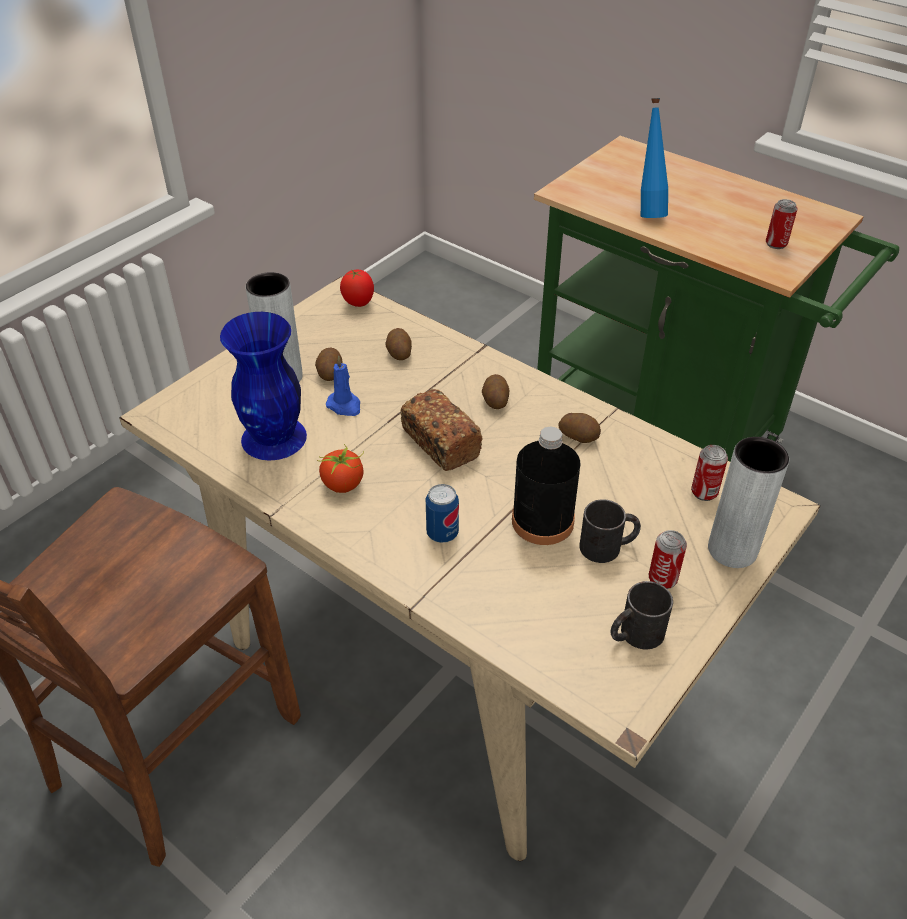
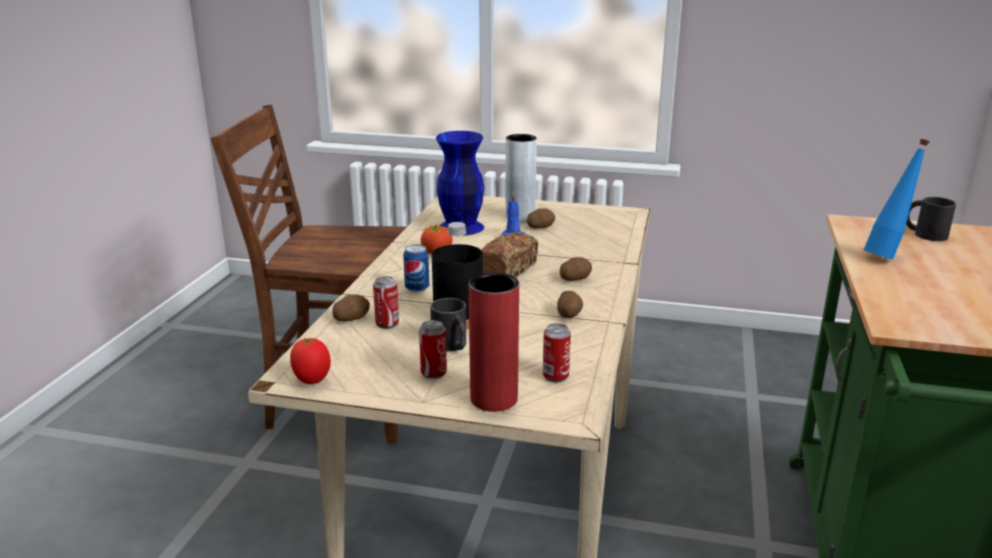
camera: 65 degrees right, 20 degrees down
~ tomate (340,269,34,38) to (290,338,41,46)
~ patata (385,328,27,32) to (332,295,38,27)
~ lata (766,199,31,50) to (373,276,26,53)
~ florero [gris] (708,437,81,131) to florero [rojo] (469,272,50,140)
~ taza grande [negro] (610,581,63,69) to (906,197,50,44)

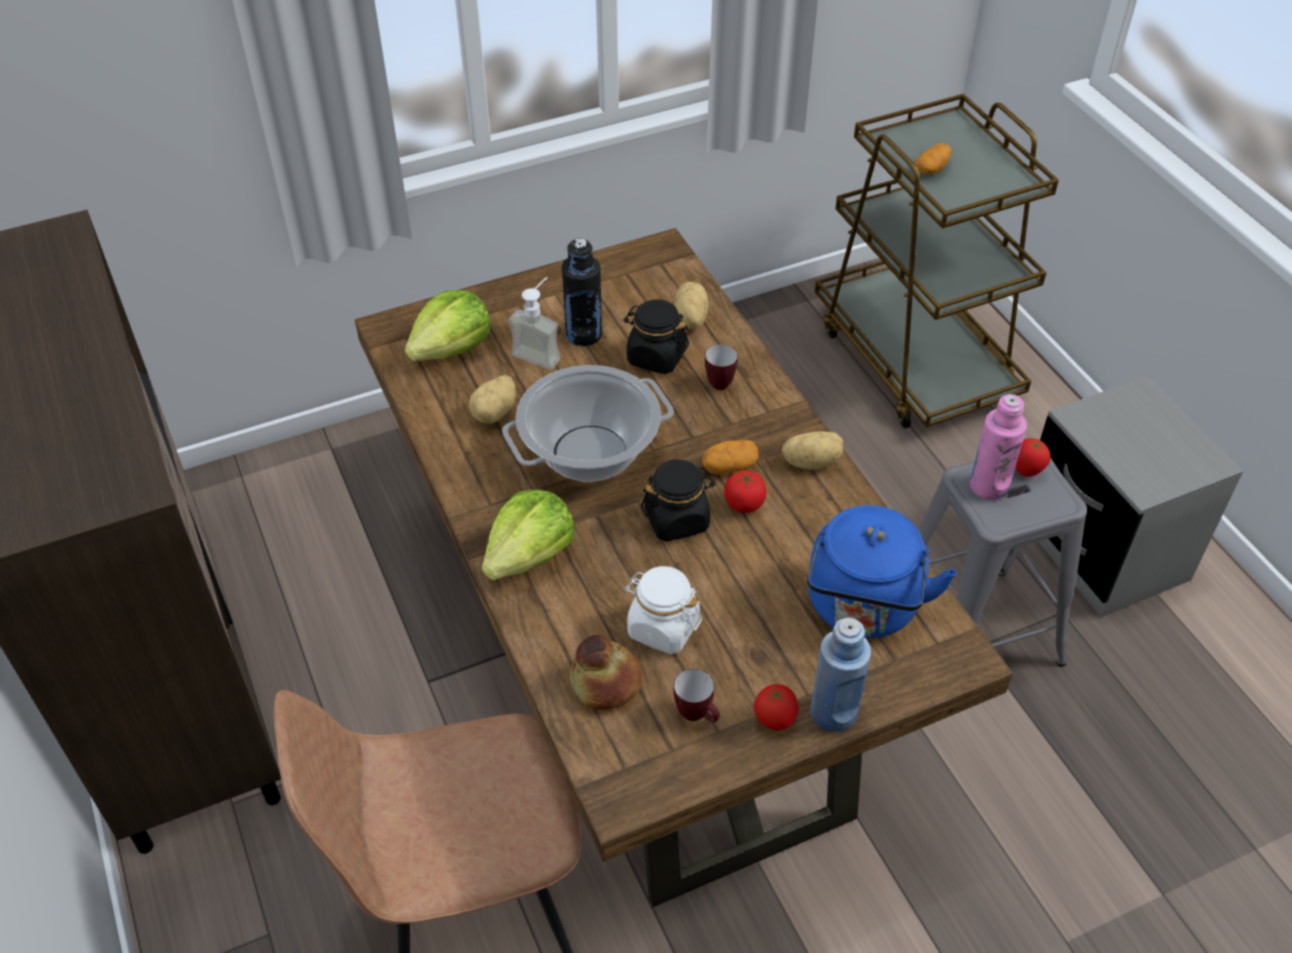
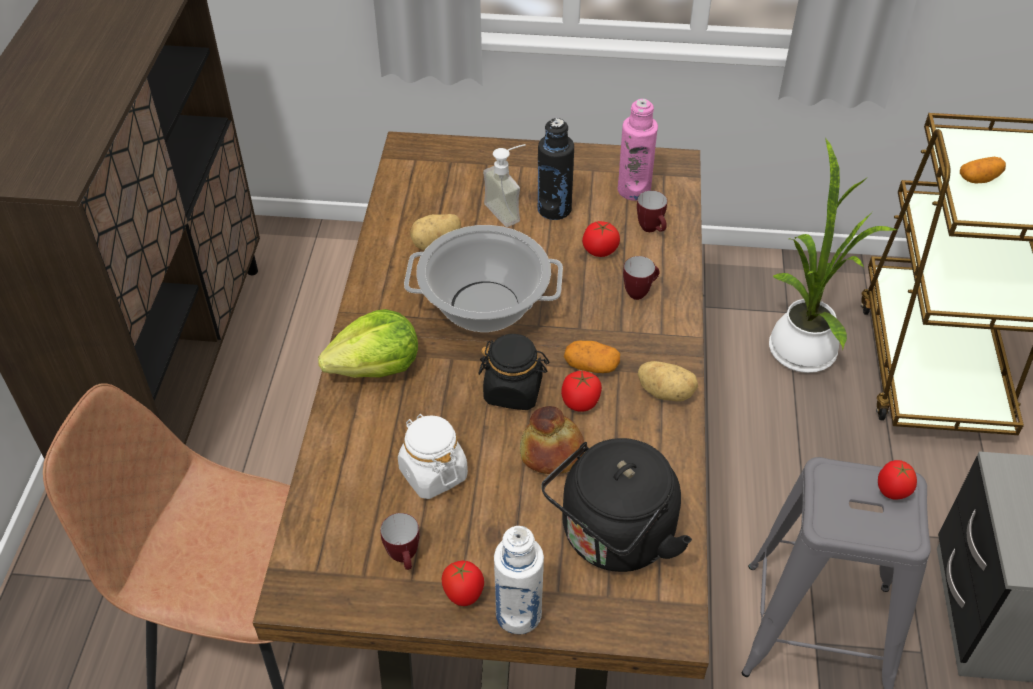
camera: 30 degrees right, 0 degrees up
~ botella [azul] (810,618,61,114) to botella [blanco] (494,526,50,108)
~ pan (570,635,72,75) to (520,406,64,68)
~ hervidor [azul] (807,505,150,133) to hervidor [negro] (541,438,151,134)
~ tarro [negro] (624,299,65,75) to tomate (582,221,38,36)
~ botella [rosa] (970,394,57,106) to (618,99,40,102)
~ patata (674,282,35,47) to taza grande (637,190,30,42)
+ planta en maceta (769,138,128,235)
- lechuga (405,290,86,71)

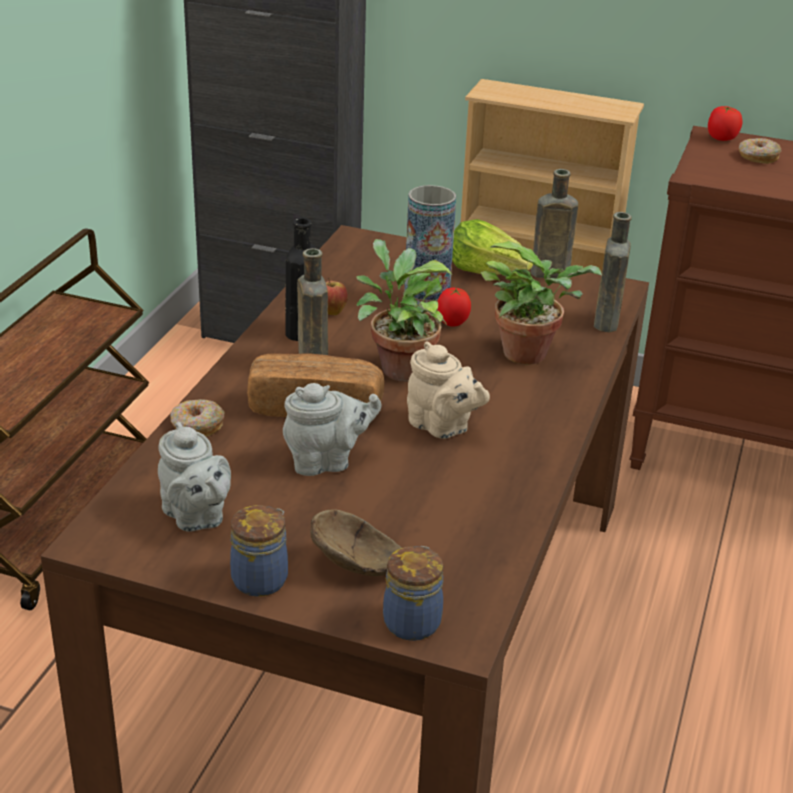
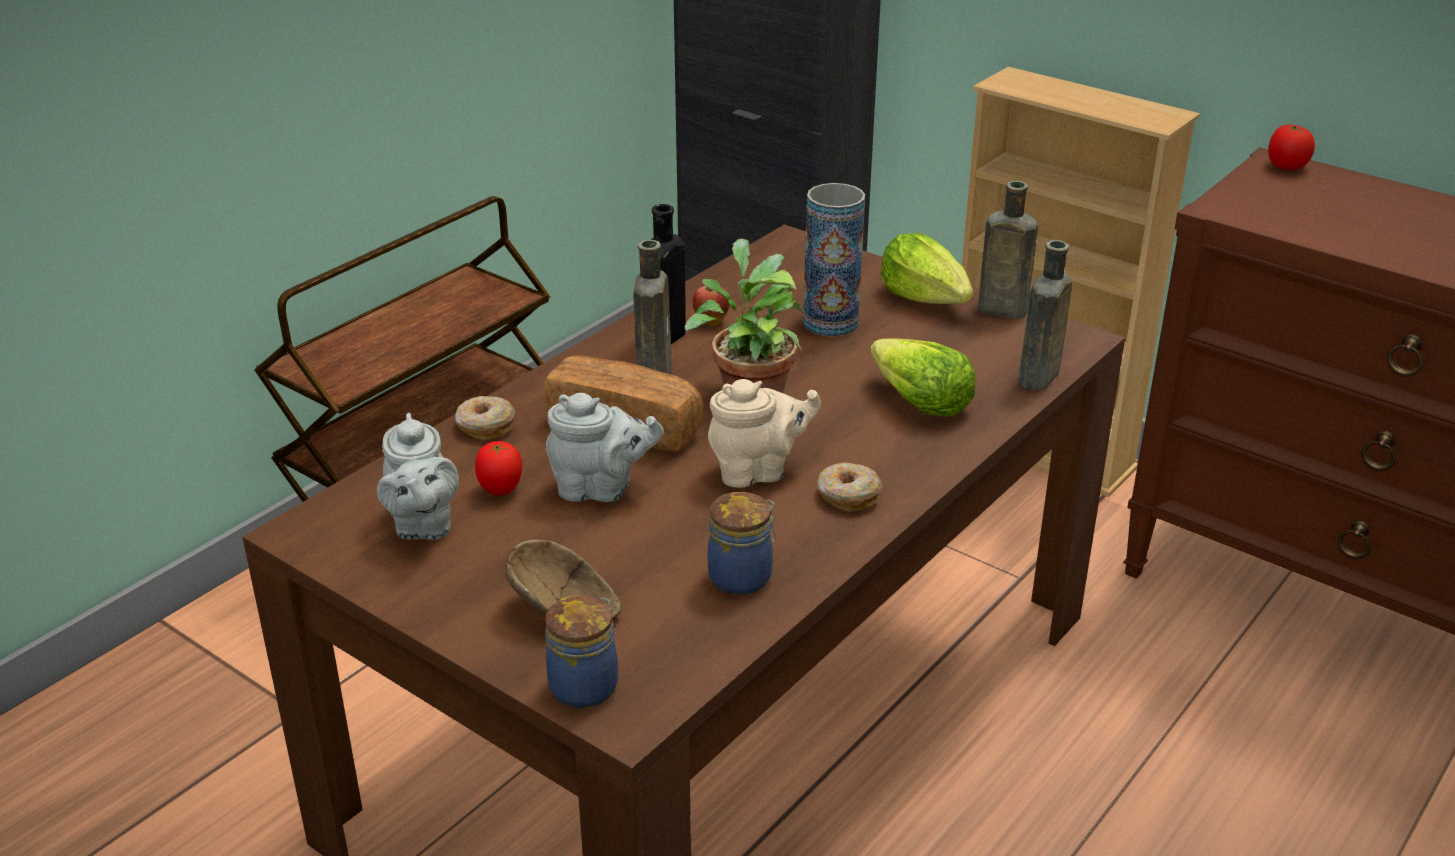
camera: 20 degrees right, 0 degrees up
~ tomate (437,288,34,39) to (475,441,47,54)
~ tetera [beis] (407,341,83,98) = (708,379,113,109) 75 degrees counterclockwise
~ tarro (230,505,58,92) to (708,492,68,103)
~ rosquilla (739,138,43,26) to (817,462,65,50)
~ planta en maceta (481,241,121,124) to lechuga (870,338,106,79)

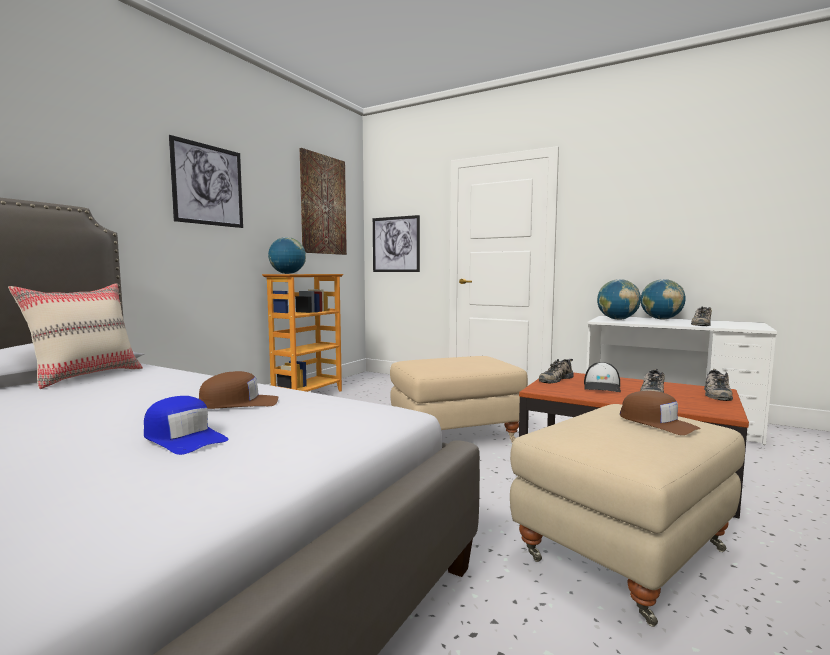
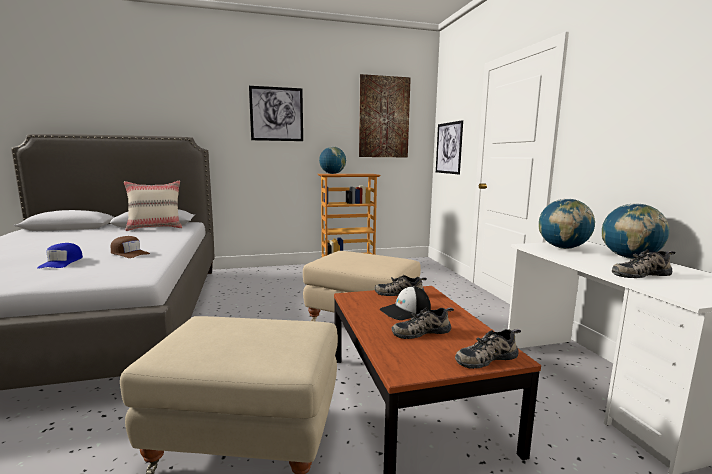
camera: 45 degrees right, 5 degrees up
- gorra [marrón] (620,391,81,44)

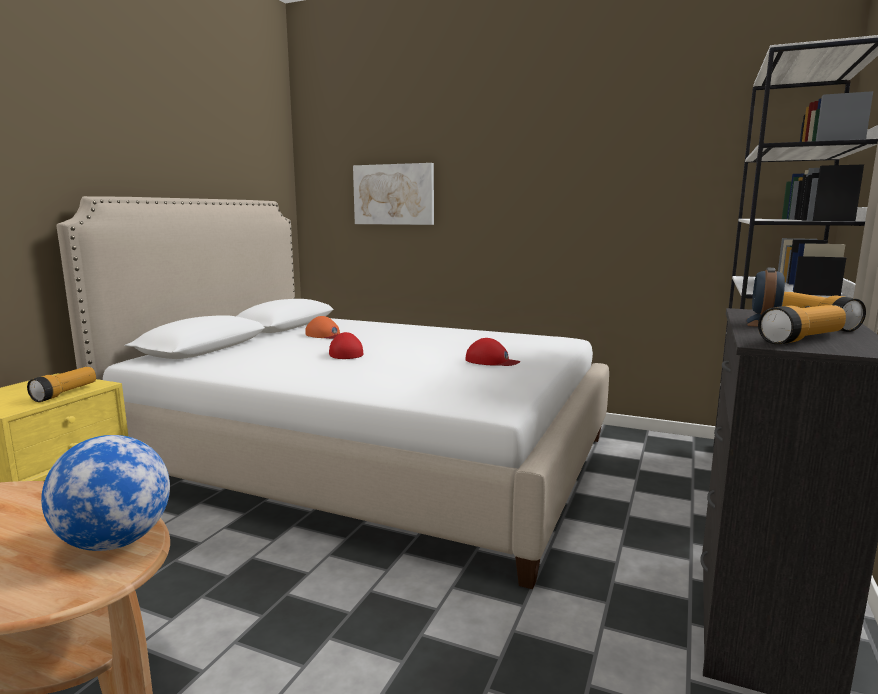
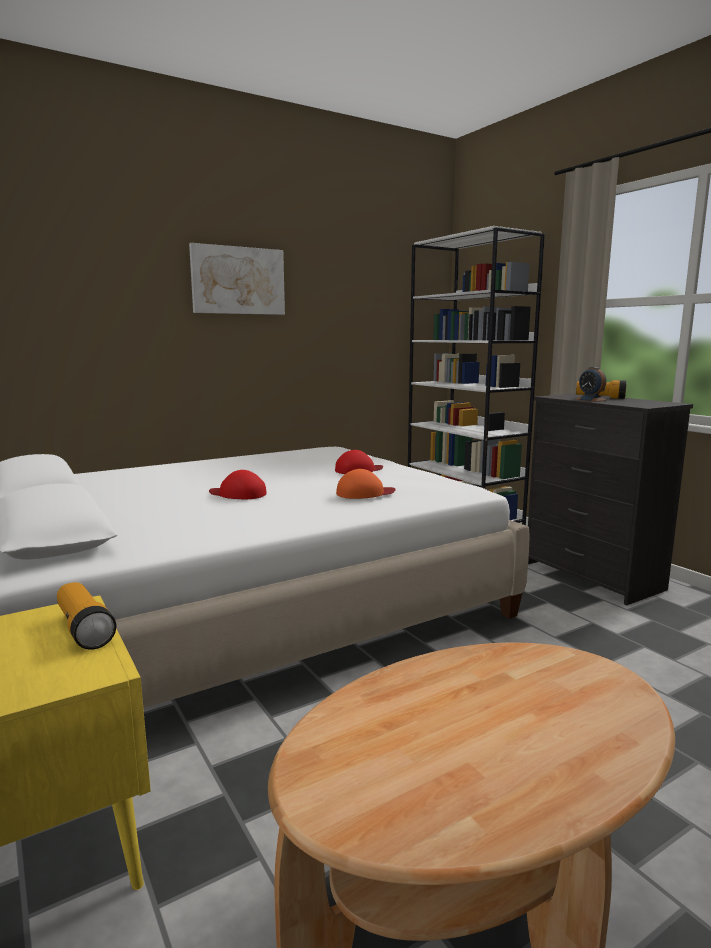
camera: 55 degrees left, 0 degrees up
~ cuadro (353,163,81,62) to (189,243,96,72)
~ gorra [naranja] (305,316,35,23) to (336,469,60,30)
- globo terráqueo (41,435,129,116)
- linterna (758,305,88,39)

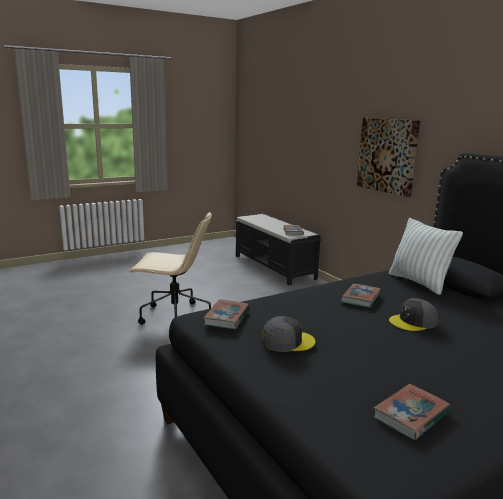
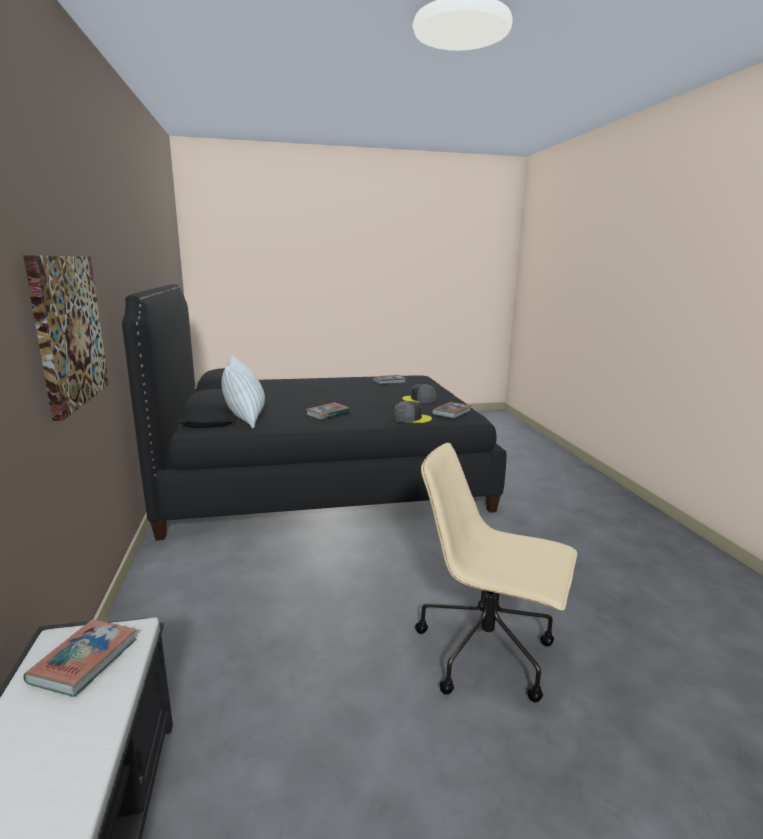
camera: 160 degrees left, 0 degrees up
~ gorra [gris] (389,298,49,33) to (393,401,39,22)

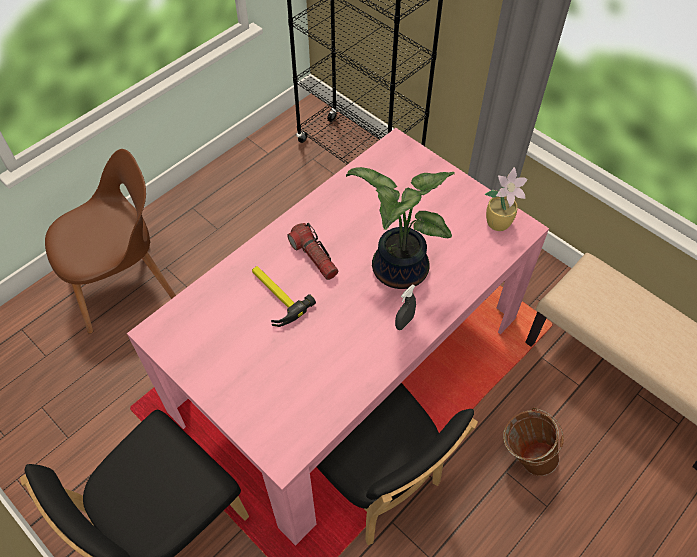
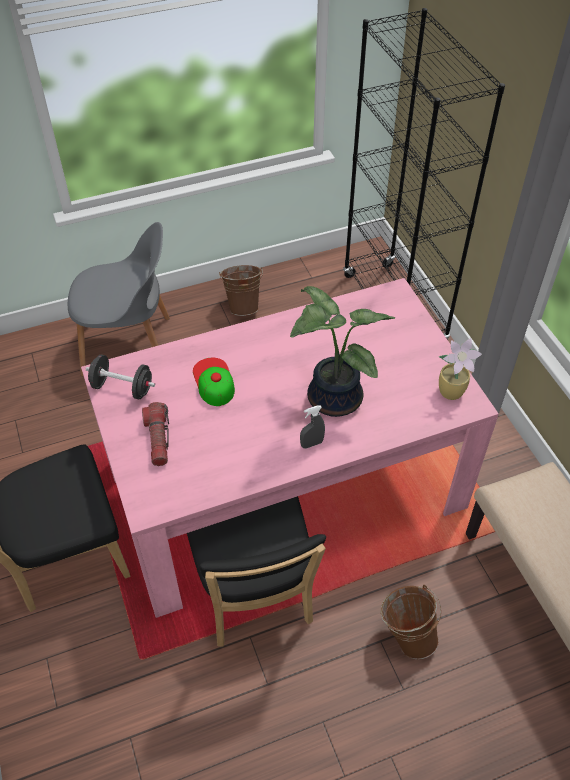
camera: 25 degrees right, 5 degrees down
~ silla [marrón] (45,149,131,185) to silla [gris] (68,222,102,154)
+ mancuerna [negro] (86,355,69,44)
~ linterna (288,223,50,57) to (142,402,27,64)
~ martillo (252,266,64,61) to gorra (193,358,42,48)
+ cubo [marrón] (219,265,44,51)

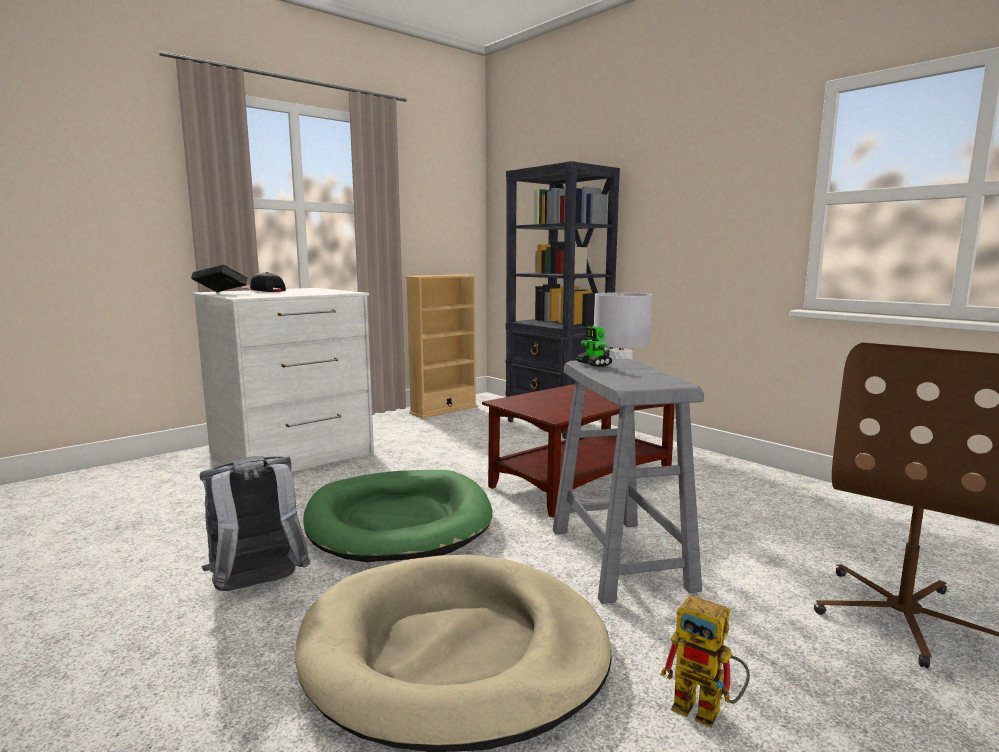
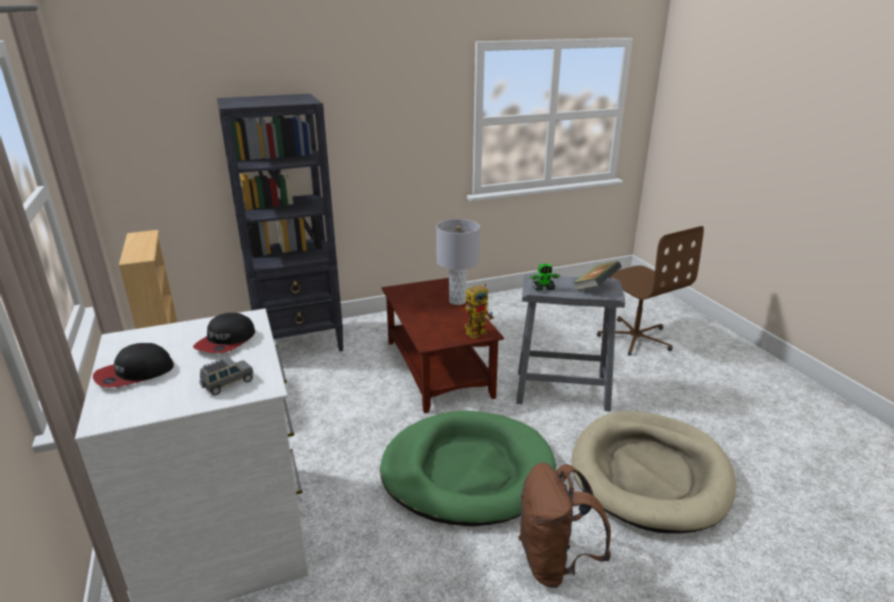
camera: 70 degrees left, 15 degrees up
+ gorra (193,313,62,40)
+ coche de juguete [gris] (199,358,55,38)
~ robot de juguete (661,595,89,133) to (464,283,30,56)
~ mochila [gris] (200,456,111,135) to mochila [marrón] (518,463,93,125)
~ libro (191,265,57,27) to (573,261,49,30)

